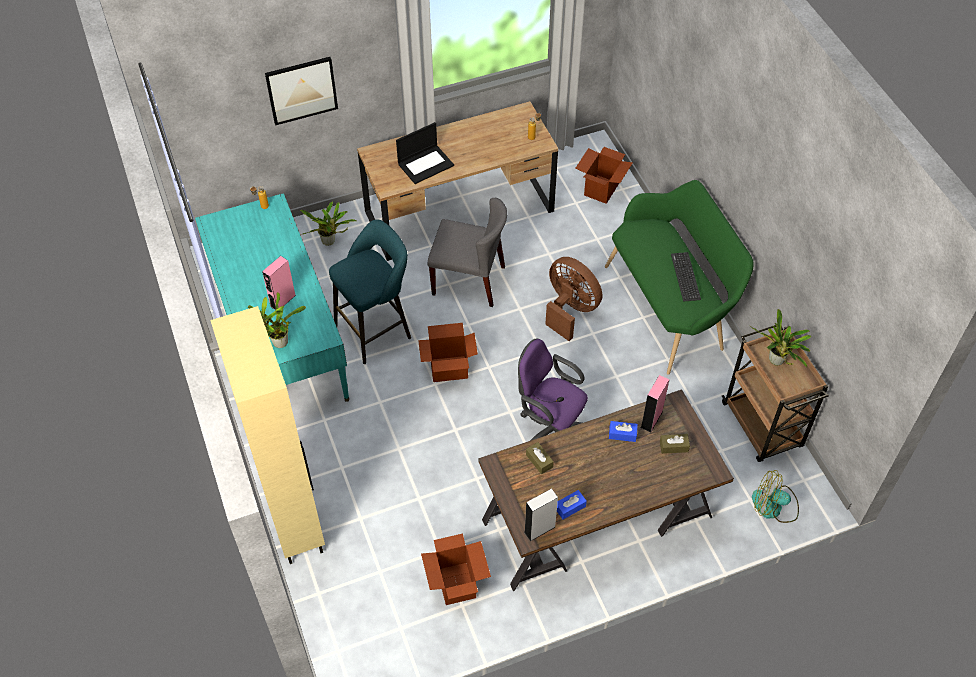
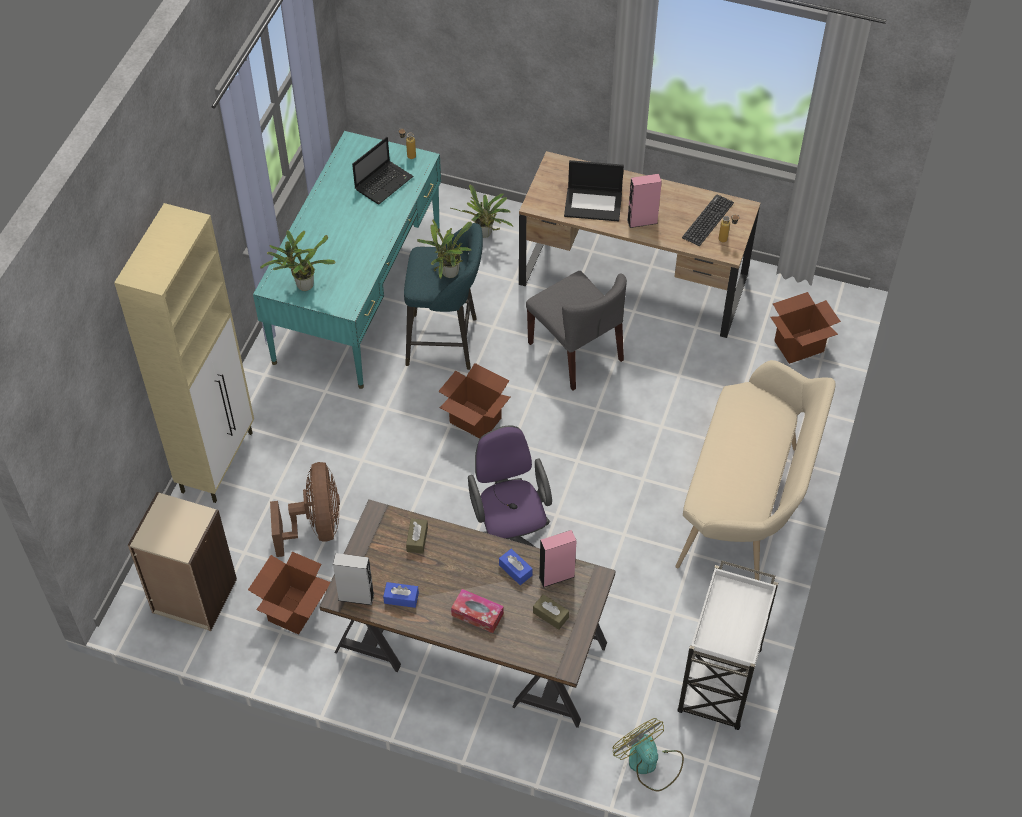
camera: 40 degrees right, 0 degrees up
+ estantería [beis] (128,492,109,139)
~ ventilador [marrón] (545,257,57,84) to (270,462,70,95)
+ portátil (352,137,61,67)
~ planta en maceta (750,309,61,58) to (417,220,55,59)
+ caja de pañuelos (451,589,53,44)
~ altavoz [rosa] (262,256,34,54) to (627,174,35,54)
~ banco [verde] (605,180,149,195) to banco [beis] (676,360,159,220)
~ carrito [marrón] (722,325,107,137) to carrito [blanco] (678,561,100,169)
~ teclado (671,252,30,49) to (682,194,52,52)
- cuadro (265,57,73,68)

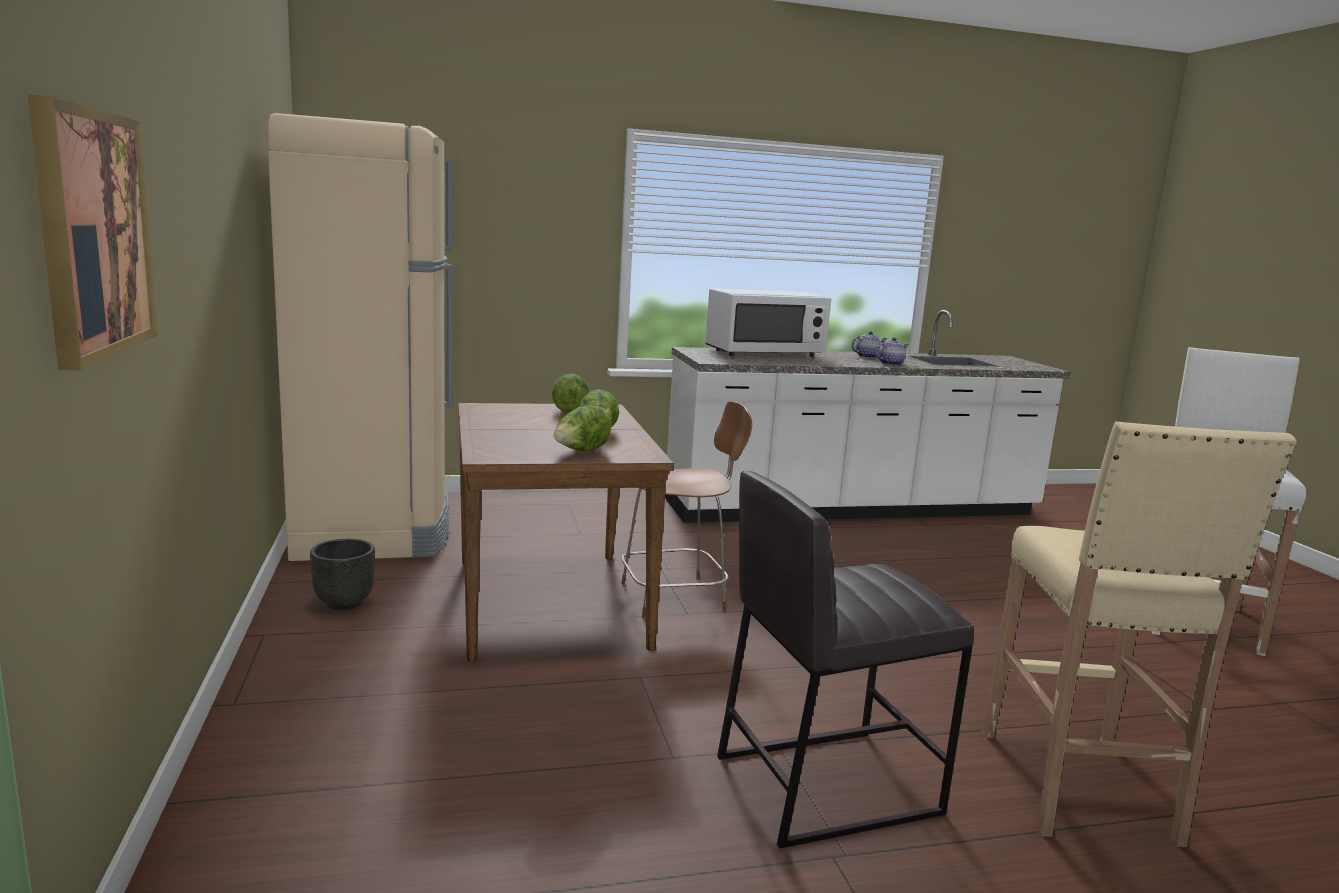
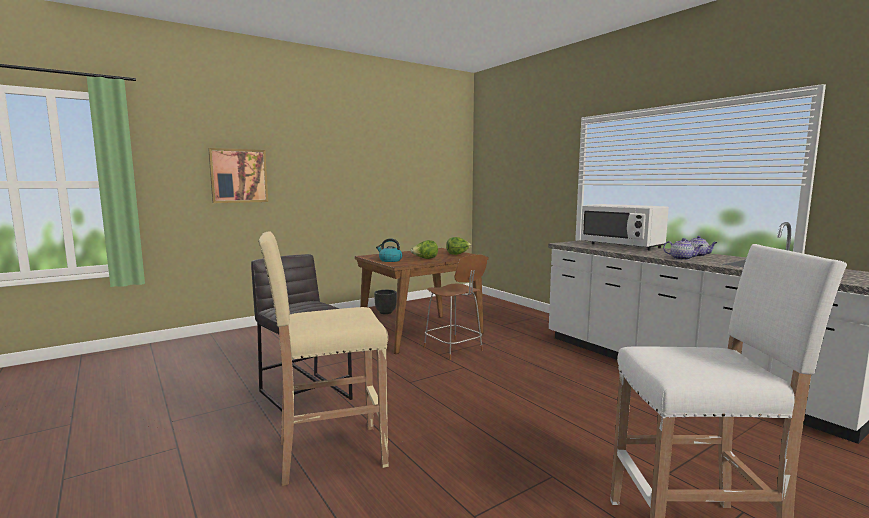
camera: 70 degrees right, 5 degrees down
~ lechuga (554,405,57,46) to hervidor (376,238,26,24)
- nevera [beis] (267,113,186,448)

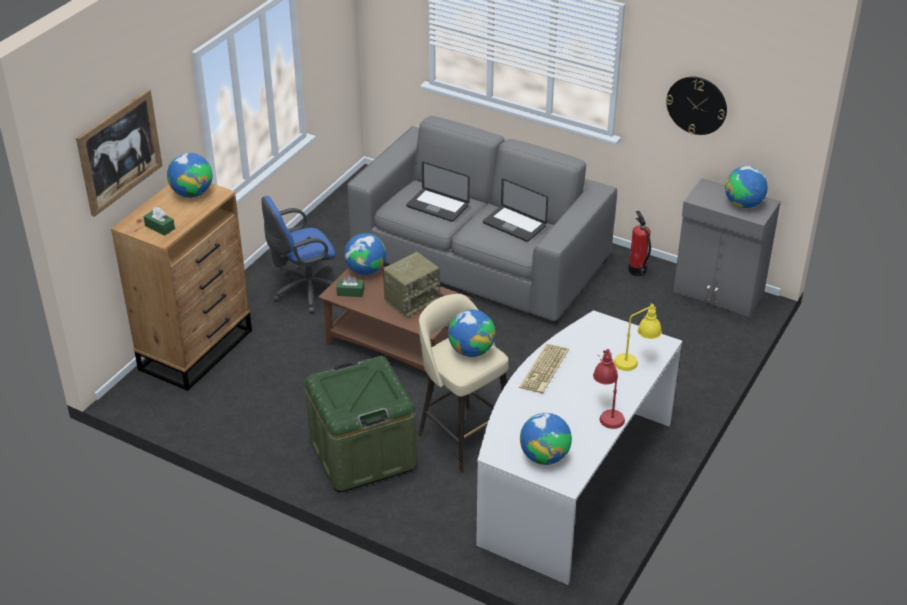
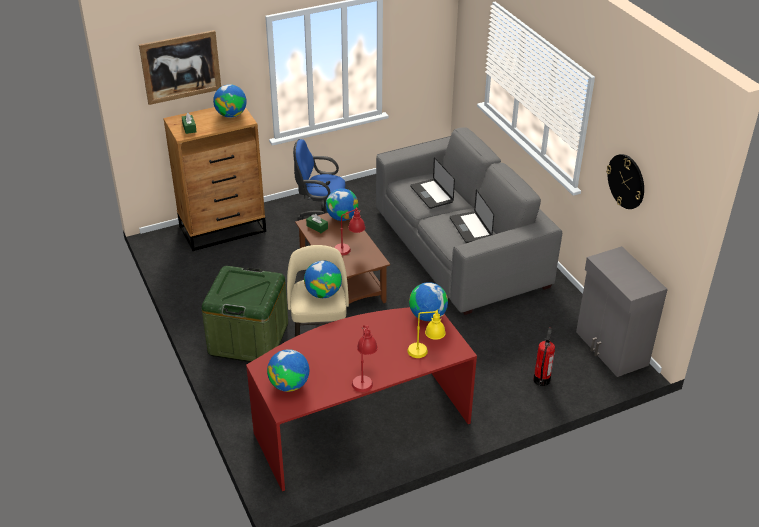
camera: 35 degrees right, 0 degrees up
~ escritorio [blanco] (476,310,206,275) to escritorio [rojo] (246,307,231,184)
~ radio (383,252,60,66) to lámpara de mesa [rojo] (334,207,31,48)
~ globo terráqueo (725,166,43,42) to (409,282,39,39)
~ extintor (628,211,23,65) to (533,328,22,58)
- teclado (519,344,50,49)

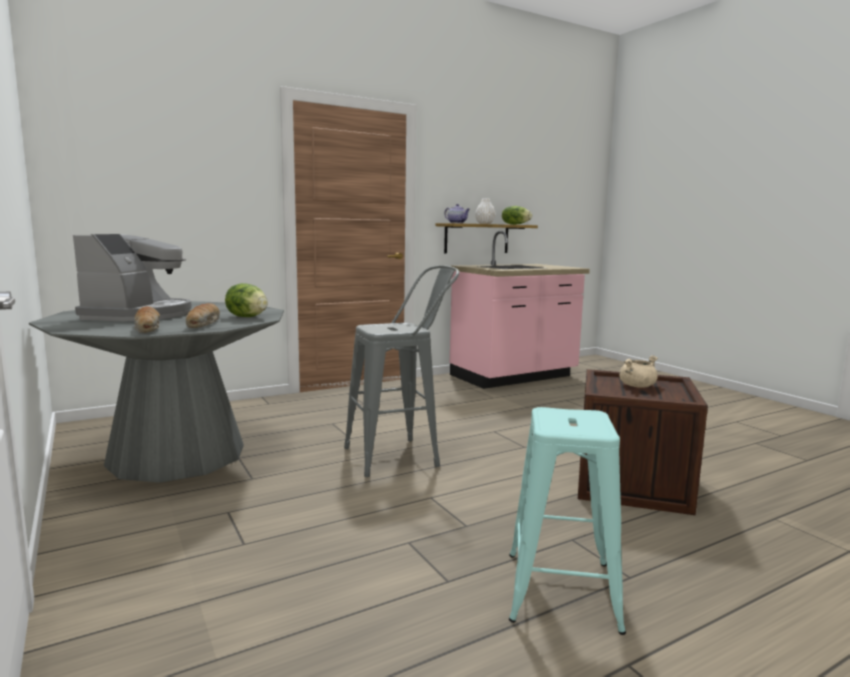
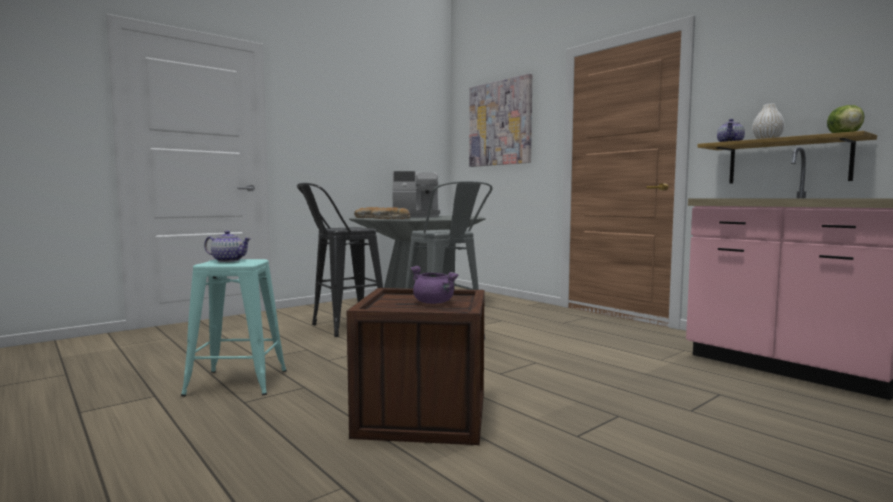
camera: 80 degrees right, 5 degrees down
+ tetera (204,231,47,31)
+ taburete [negro] (297,183,86,154)
~ olla [beis] (619,355,39,33) to olla [morado] (410,266,49,38)
+ cuadro (469,74,63,93)
- lechuga (225,283,43,34)

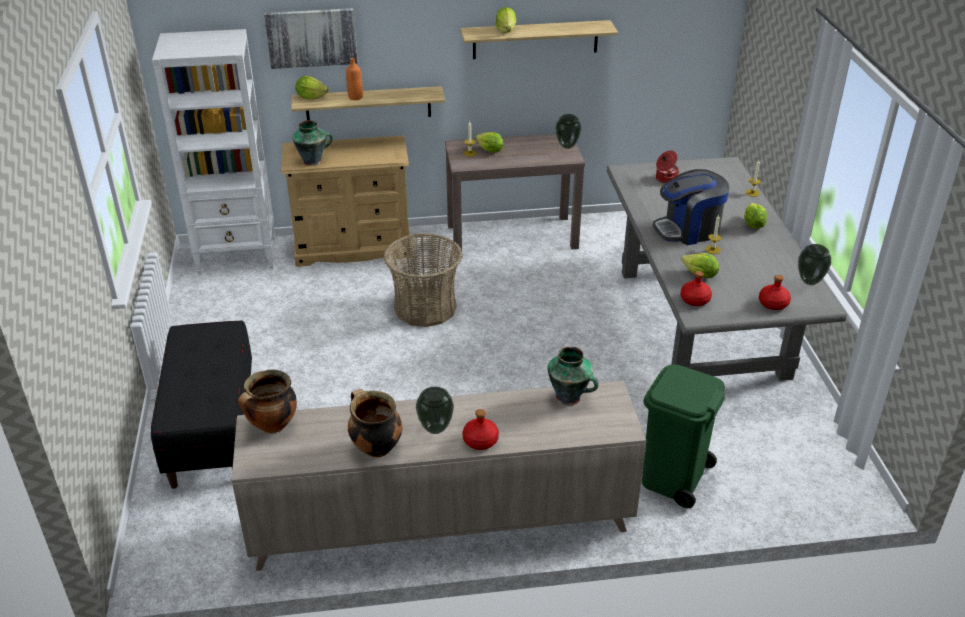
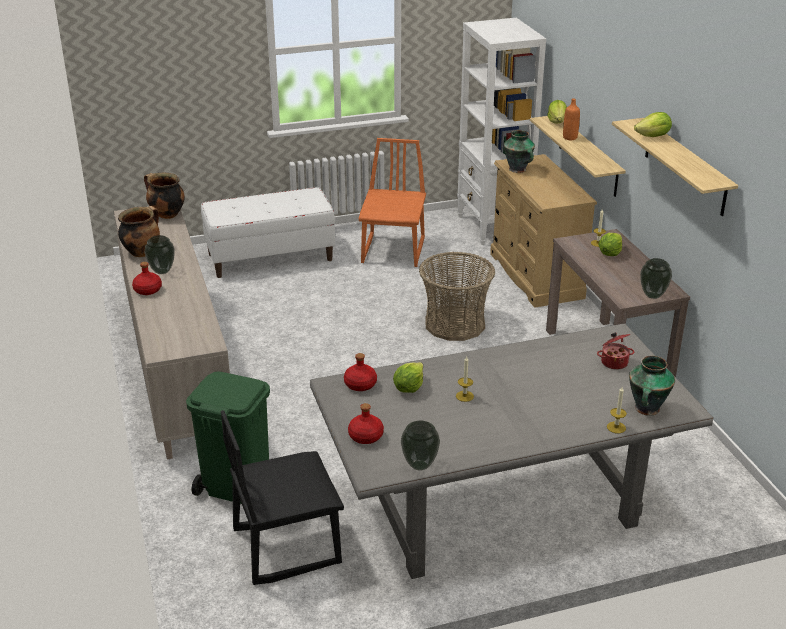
camera: 80 degrees right, 5 degrees down
~ banco [negro] (151,320,101,169) to banco [blanco] (201,187,134,91)
+ silla [negro] (221,410,123,175)
+ silla [naranja] (359,138,67,129)
~ florero (547,347,52,59) to (629,356,46,60)
- cuadro (264,8,94,61)
- cafetera (653,169,76,76)
- lechuga (744,203,23,26)

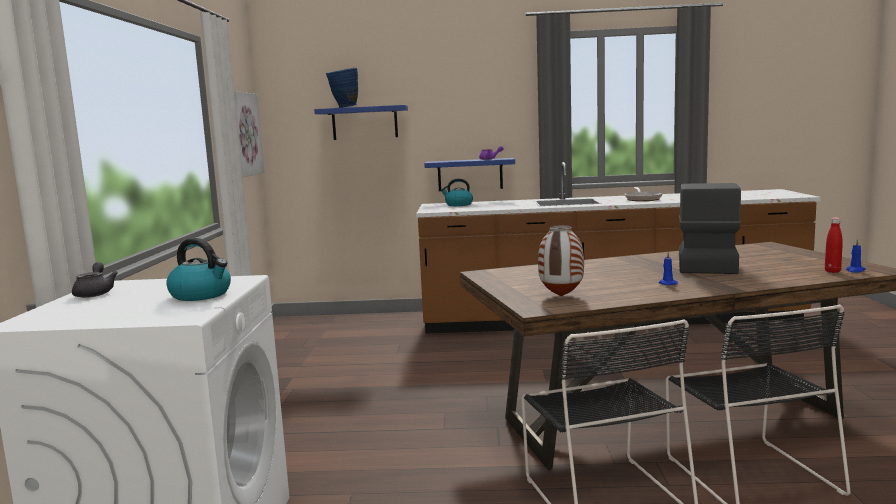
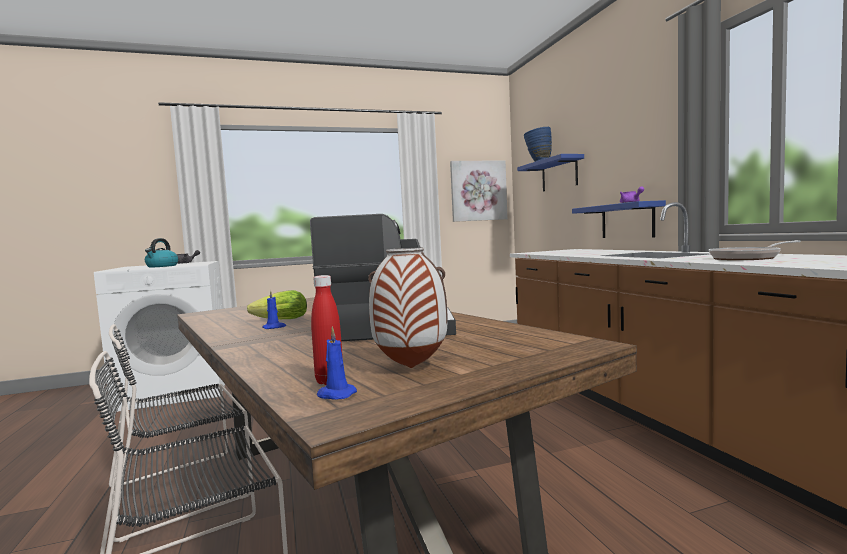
camera: 70 degrees right, 5 degrees down
+ lechuga (247,290,60,29)
~ florero (538,225,46,71) to (368,248,80,120)
- hervidor (440,178,33,28)

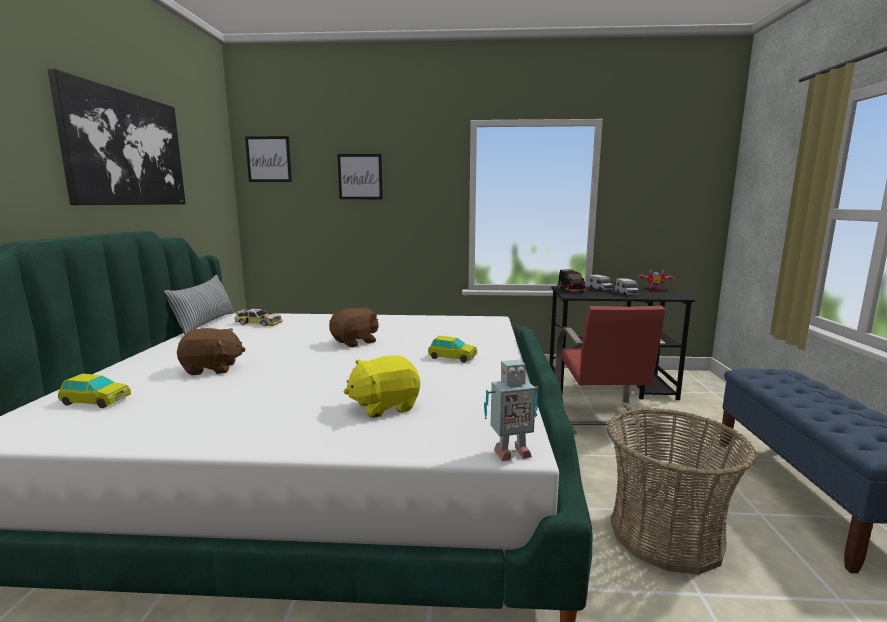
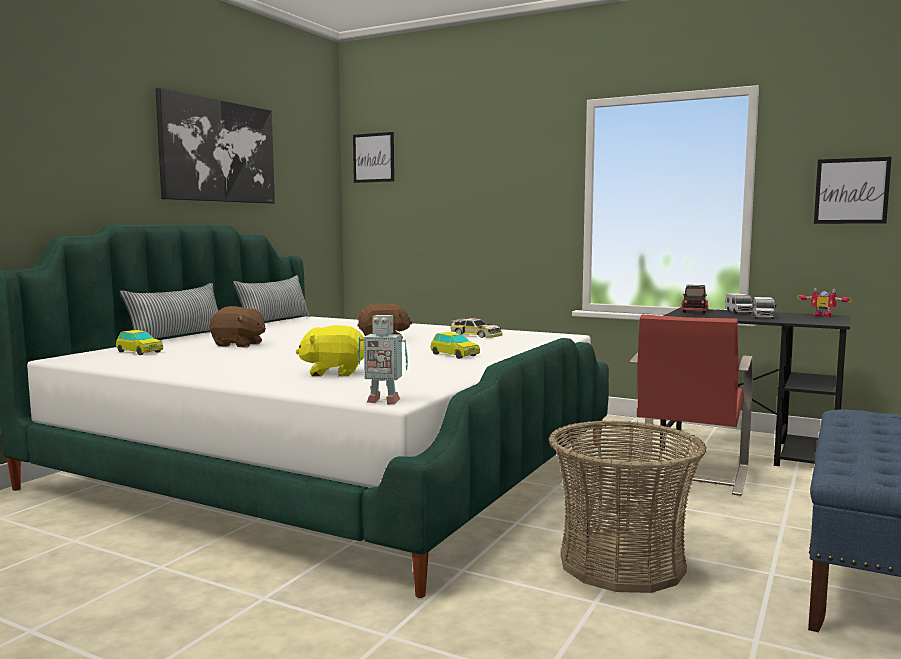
camera: 25 degrees right, 5 degrees down
+ cojín (120,283,98,56)
~ coche de juguete (234,309,49,17) to (451,318,52,20)
~ cuadro (337,154,46,45) to (814,157,78,67)

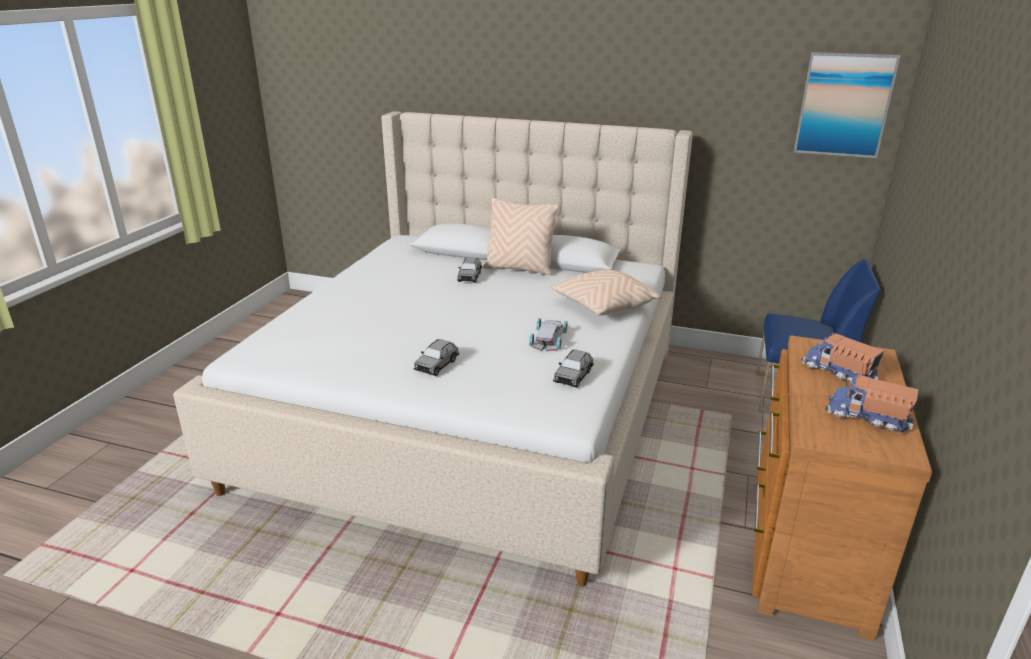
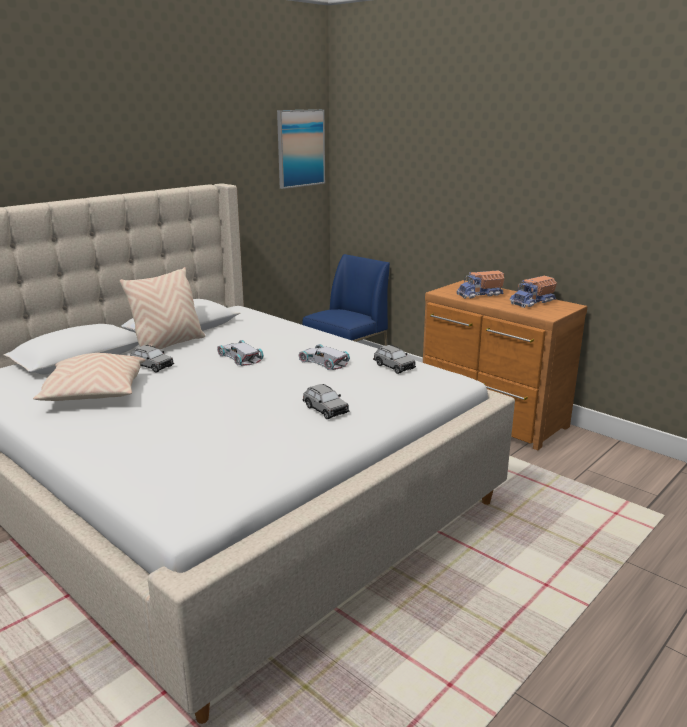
camera: 65 degrees left, 5 degrees down
~ cojín [beis] (550,269,112,46) to (33,353,112,48)
+ coche de juguete [blanco] (217,340,47,26)

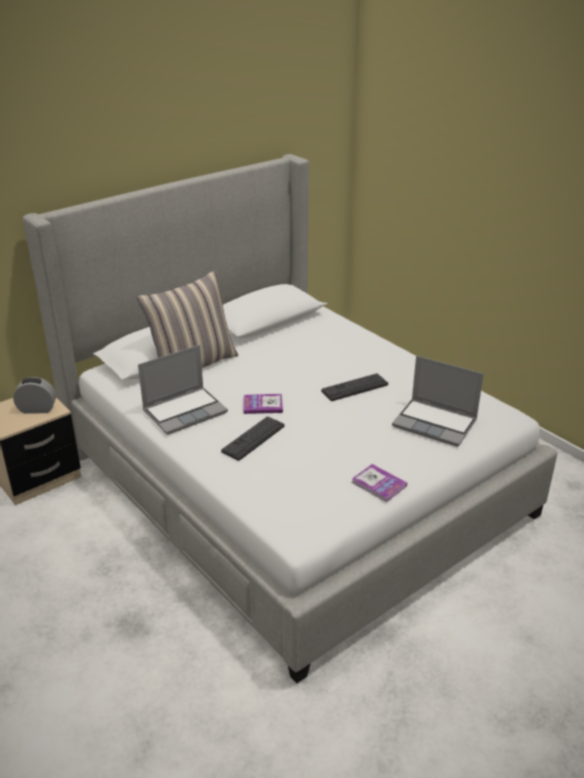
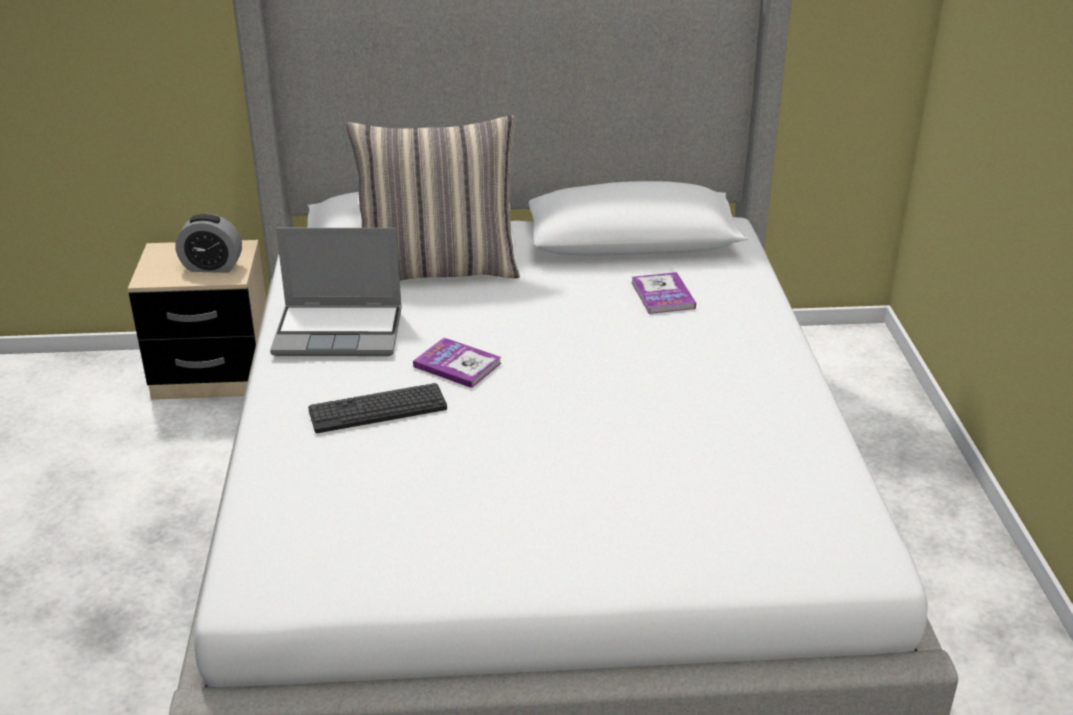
camera: 35 degrees right, 0 degrees up
~ despertador (13,377,43,37) = (175,214,67,59) 150 degrees clockwise
~ libro (352,464,55,38) to (631,272,65,42)
- teclado (321,373,67,28)
- portátil (392,356,92,91)

